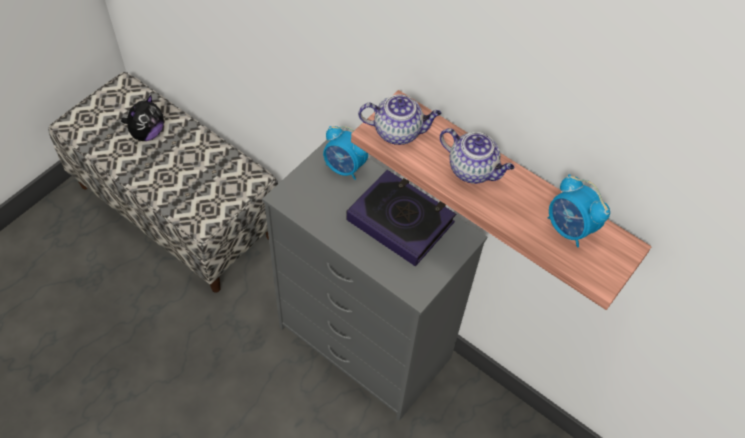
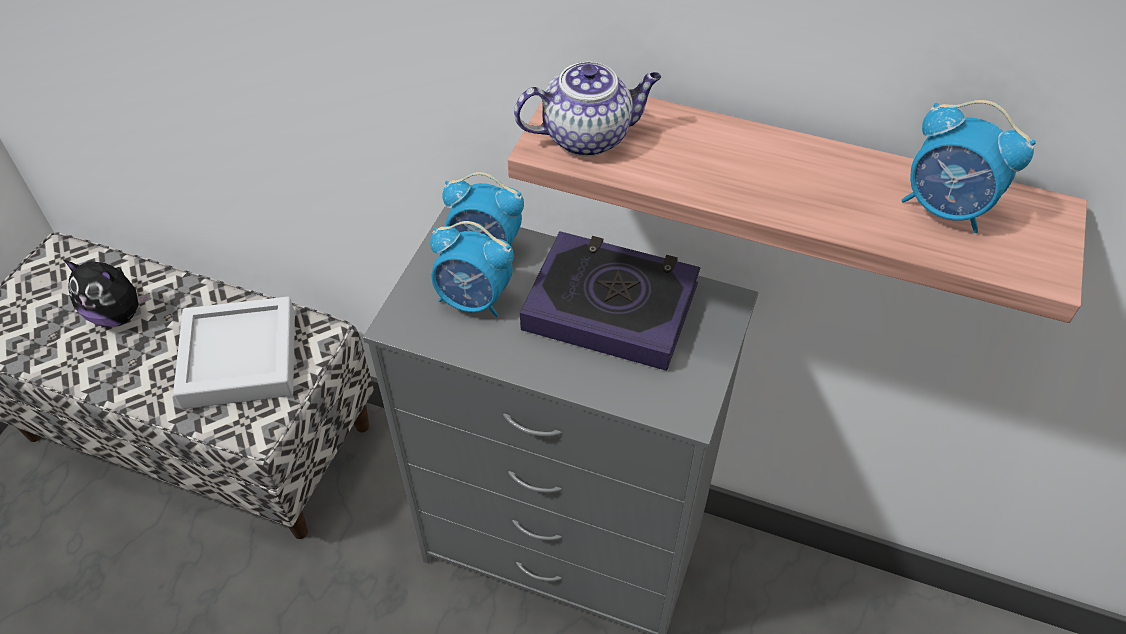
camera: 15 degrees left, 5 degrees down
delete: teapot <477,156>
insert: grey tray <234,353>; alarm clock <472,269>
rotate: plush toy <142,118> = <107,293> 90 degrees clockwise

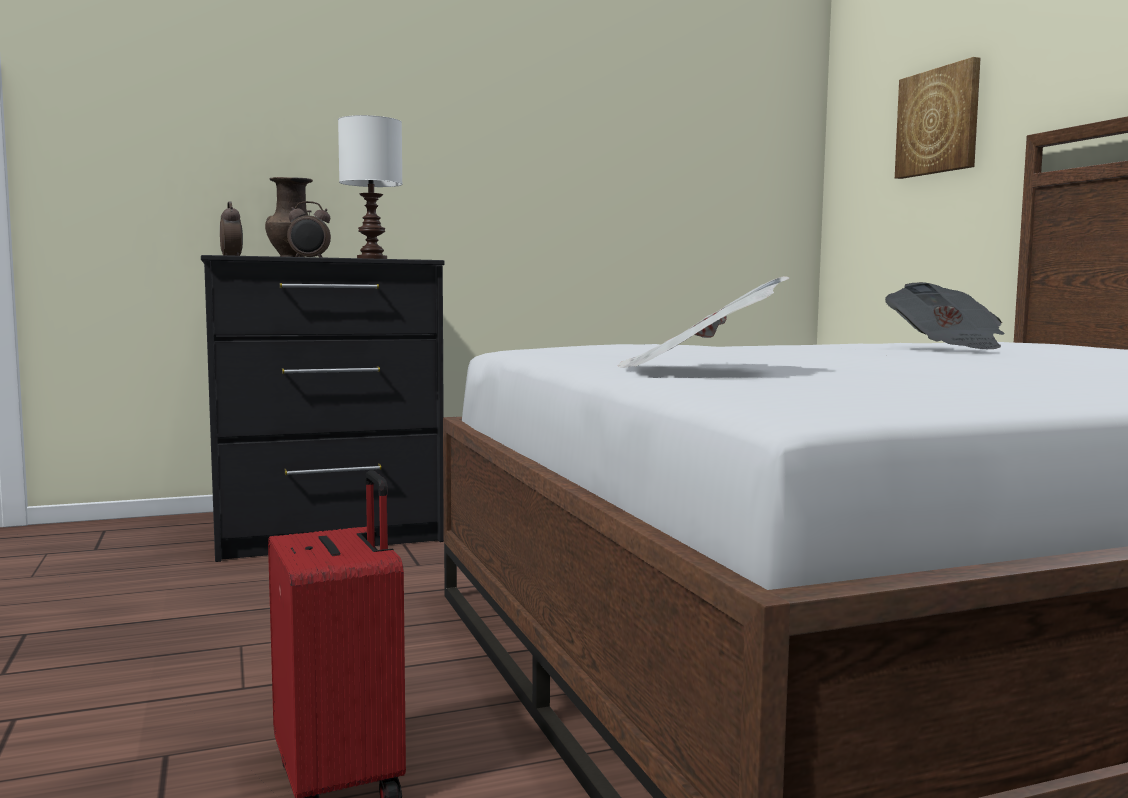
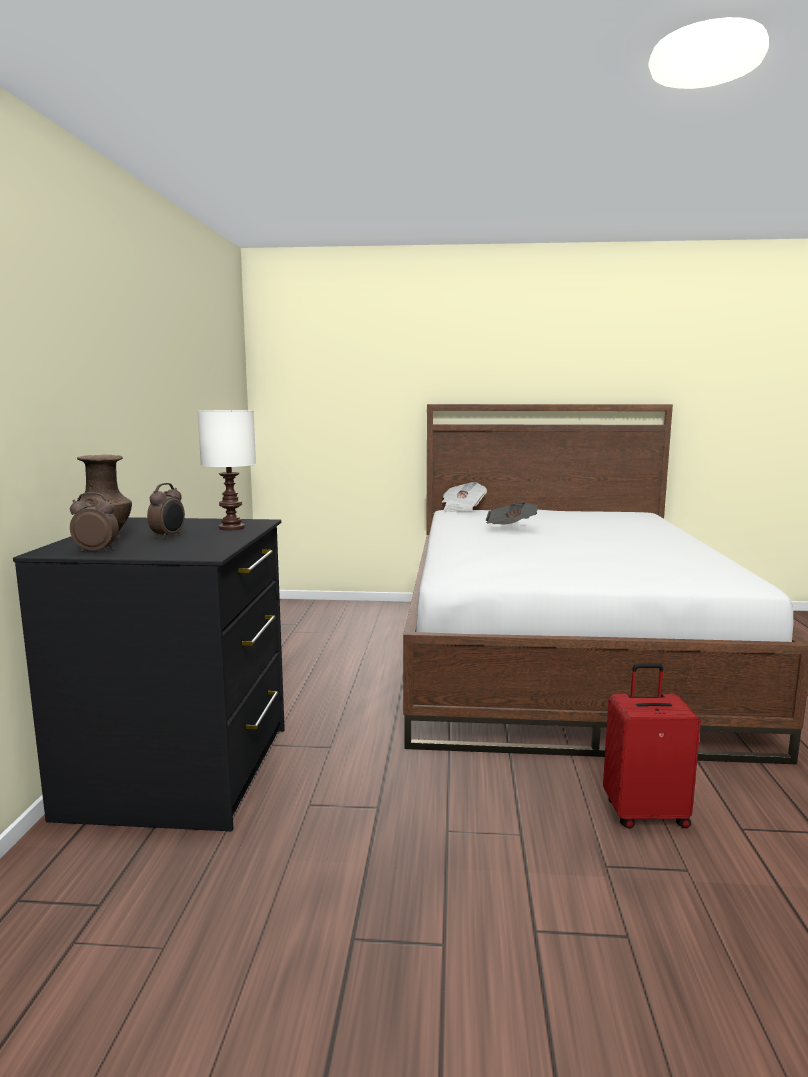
camera: 65 degrees left, 5 degrees up
delete: picture <938,118>
move: newspaper <703,322> to <464,497>

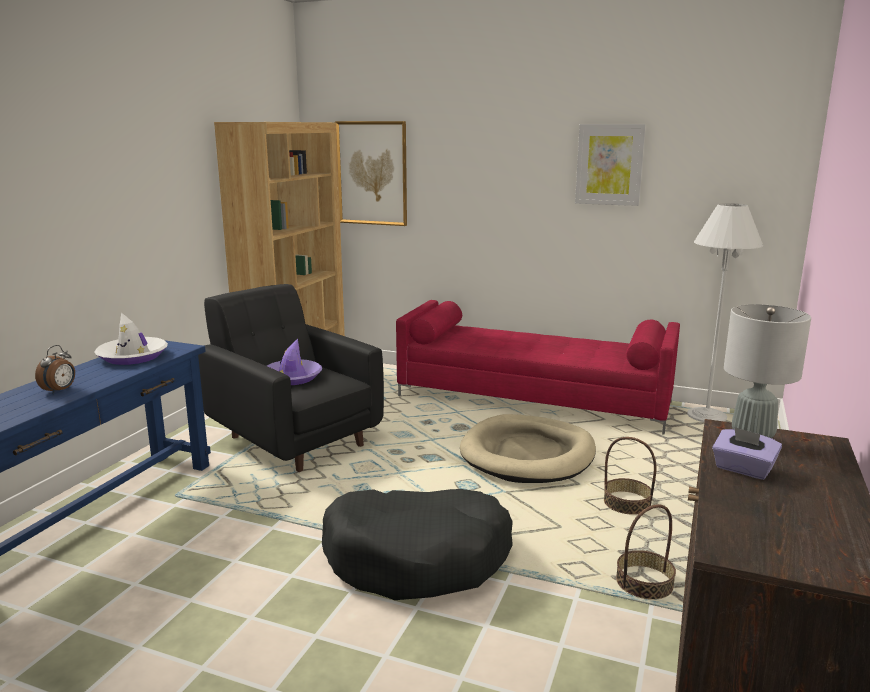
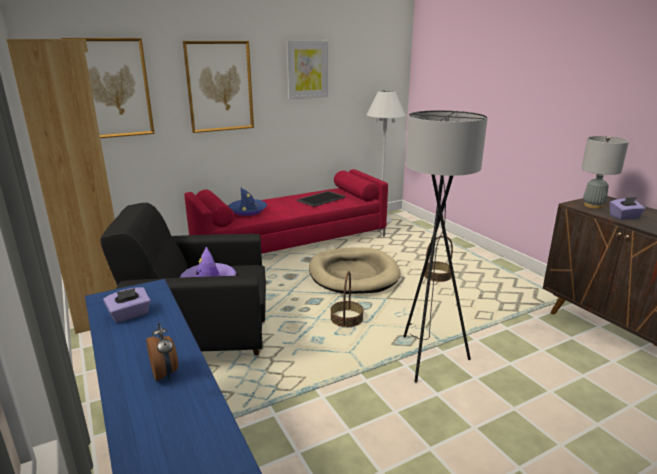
camera: 50 degrees left, 5 degrees up
insert: picture <218,87>; blue hat <247,202>; tray <321,199>
move: basket <646,552> to <347,299>
replace: white hat <131,339> to purple tissue box <127,305>; black dog bed <417,544> to grey floor lamp <445,246>

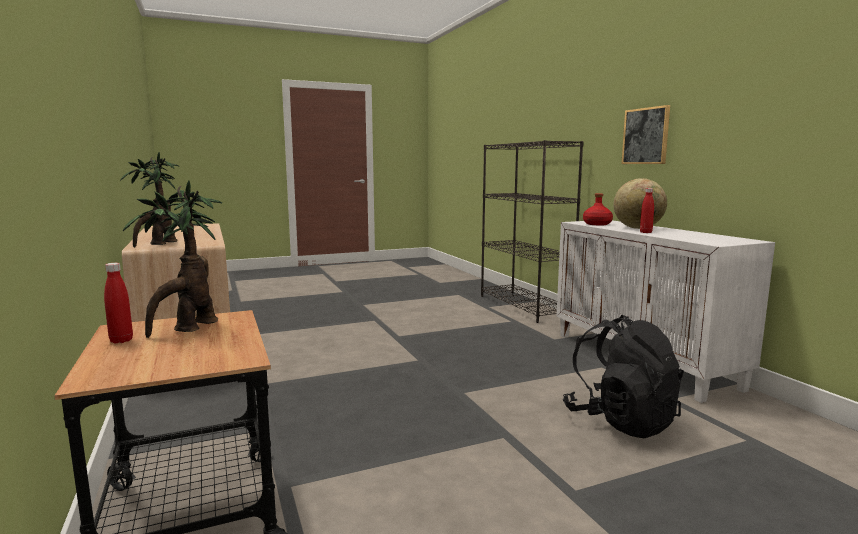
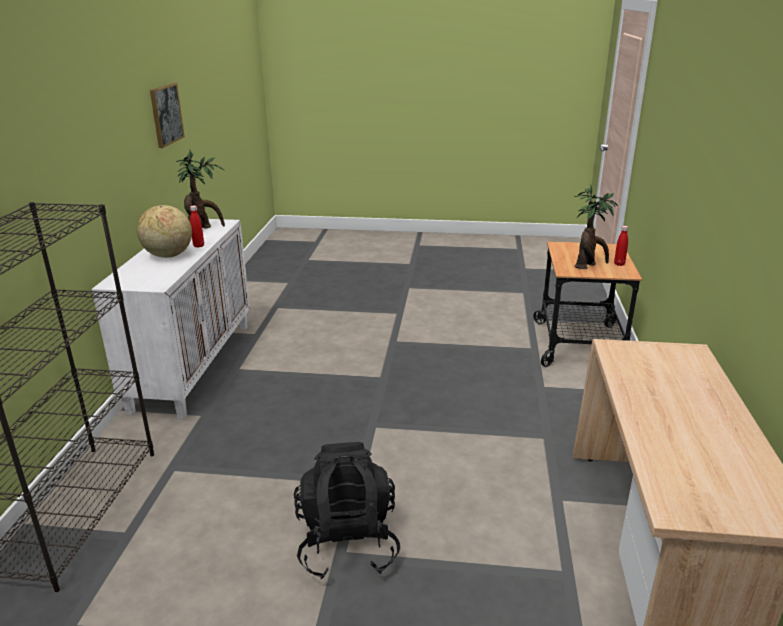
camera: 150 degrees left, 15 degrees up
delete: red bottle <598,209>
move: potted plant <150,199> to <200,189>; black backpack <623,376> to <347,510>; picture <645,134> to <167,115>

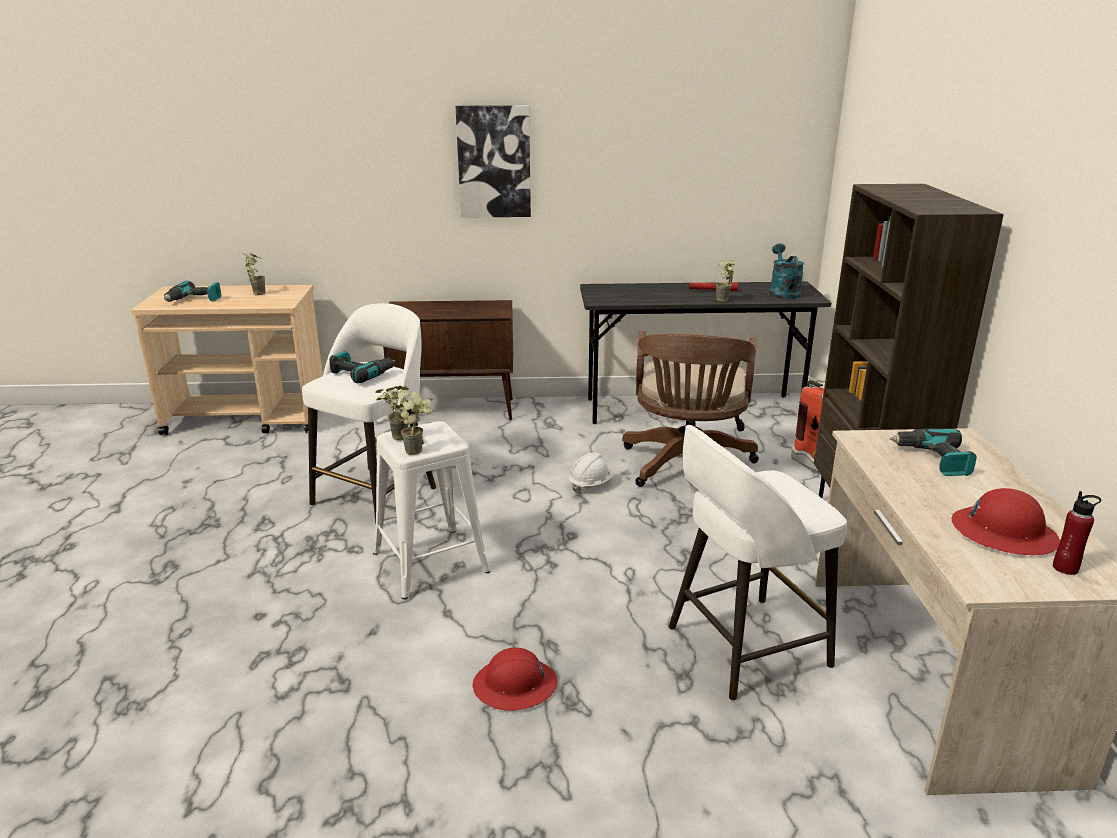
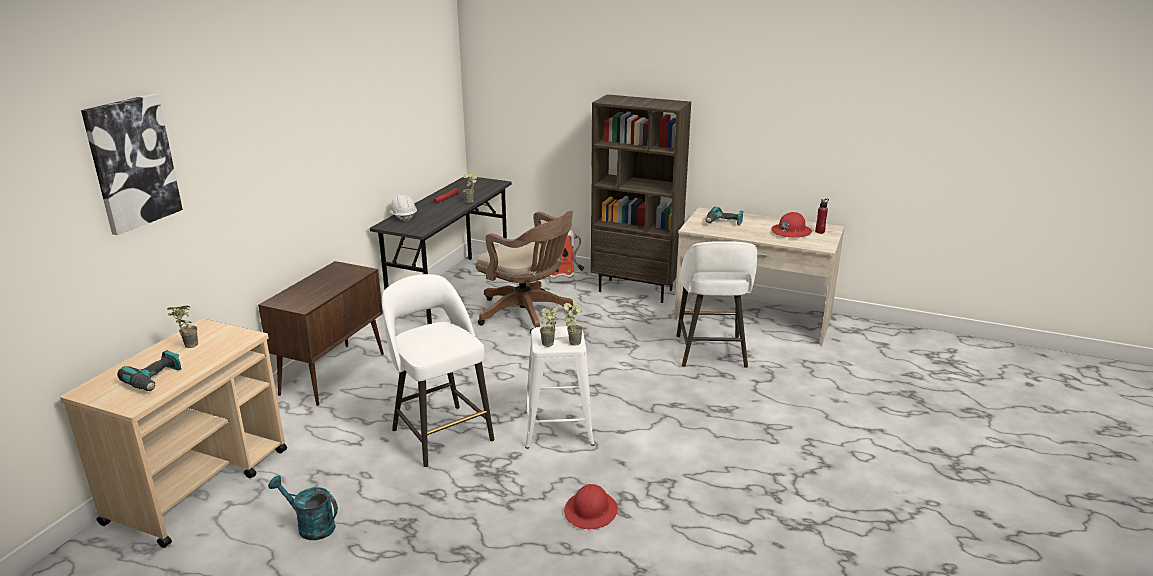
camera: 65 degrees left, 0 degrees up
delete: power drill <362,367>
move: picture <493,161> to <132,164>; red hard hat <514,679> to <591,506>; white hard hat <592,473> to <403,208>; turquoise watering can <787,271> to <303,507>

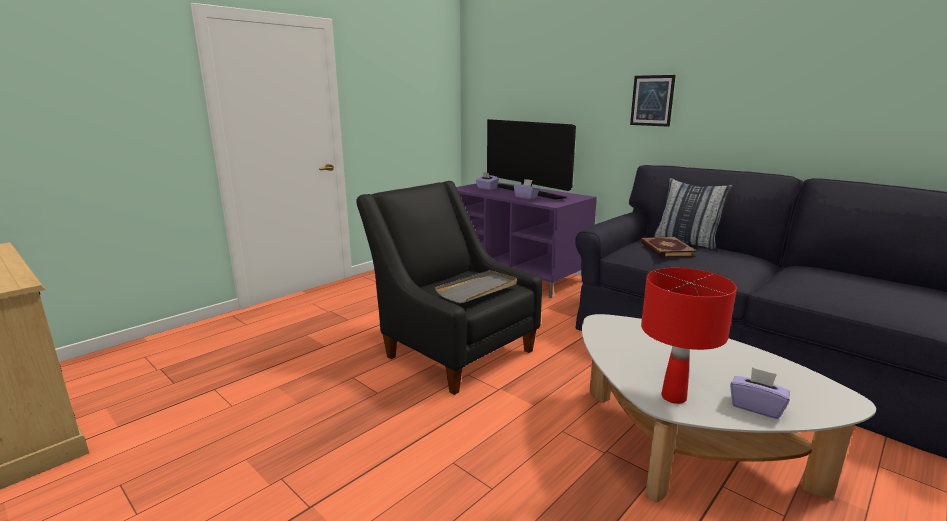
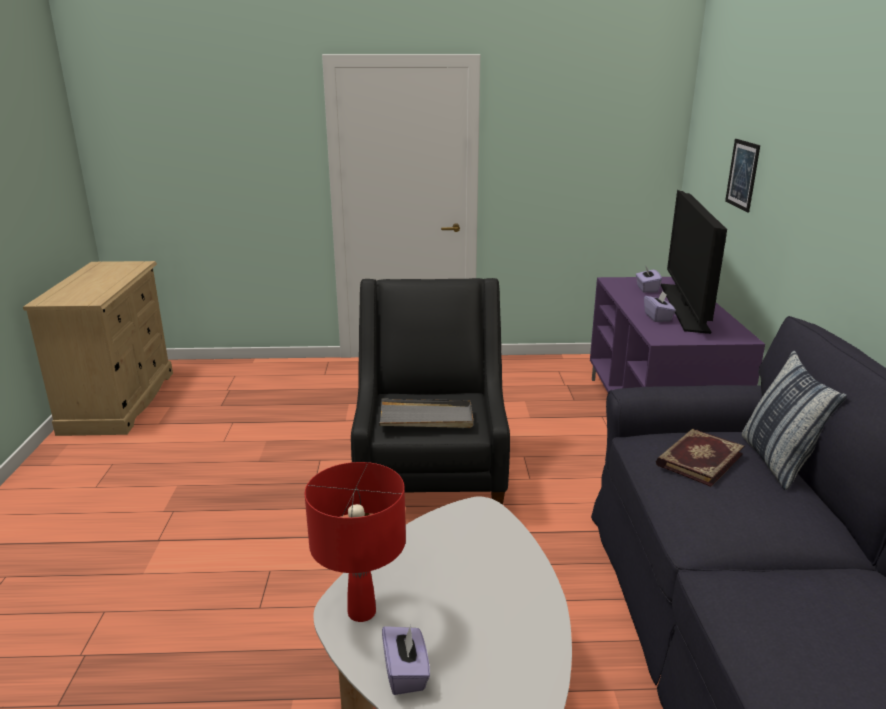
camera: 45 degrees right, 5 degrees up
move: picture <653,101> to <742,175>

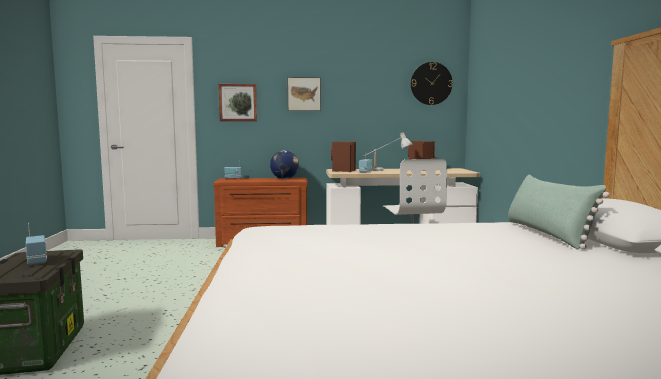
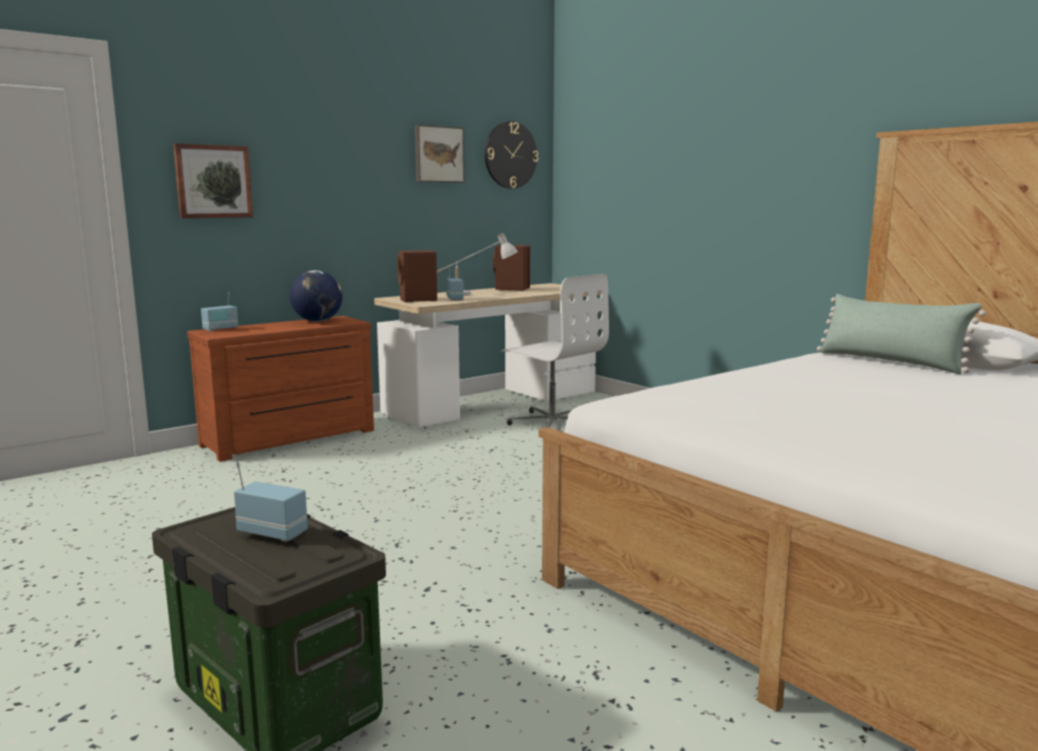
camera: 35 degrees left, 5 degrees up
move: picture <304,94> to <439,153>

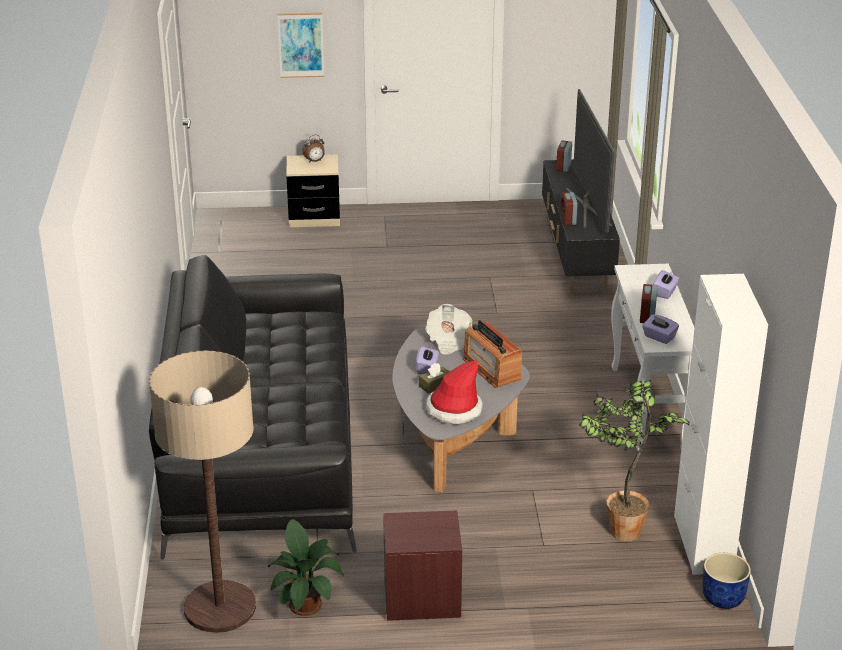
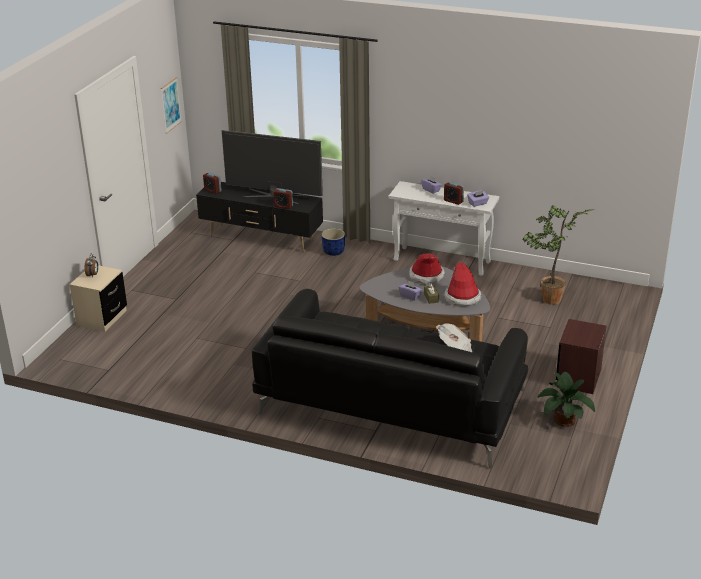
camera: 65 degrees left, 0 degrees up
delete: floor lamp <202,491>; white cabinet <721,424>
move: picture <300,45> to <171,105>; newspaper <448,329> to <454,337>; blue planter <727,581> to <333,242>
replace: radio <492,354> to hat <427,269>

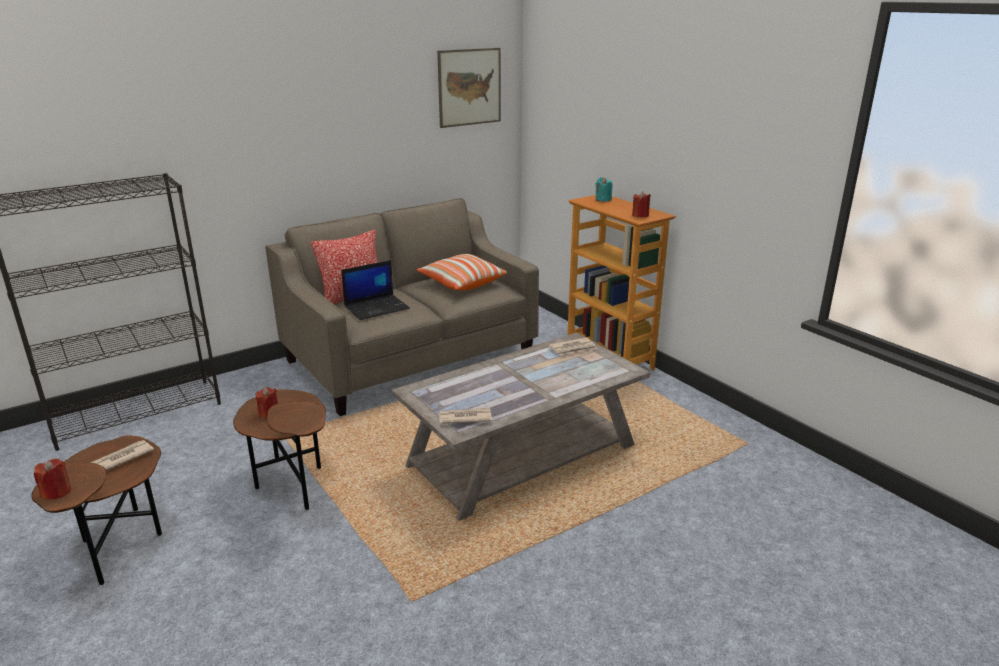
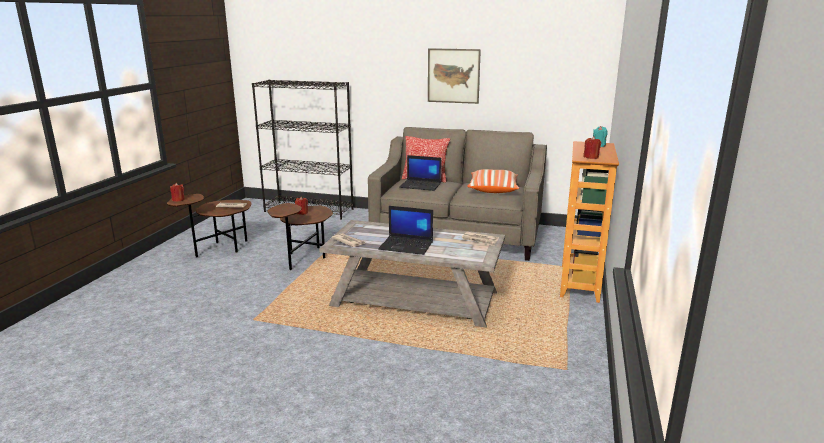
camera: 50 degrees right, 5 degrees down
insert: laptop <405,230>
move: picture <469,88> to <454,76>

